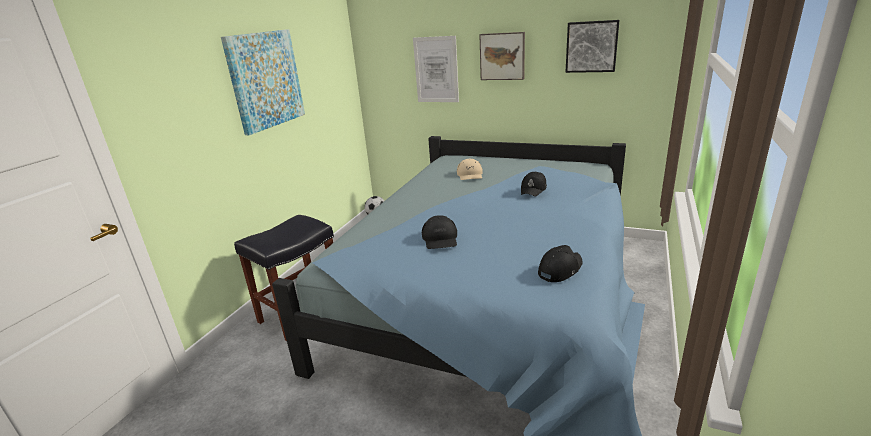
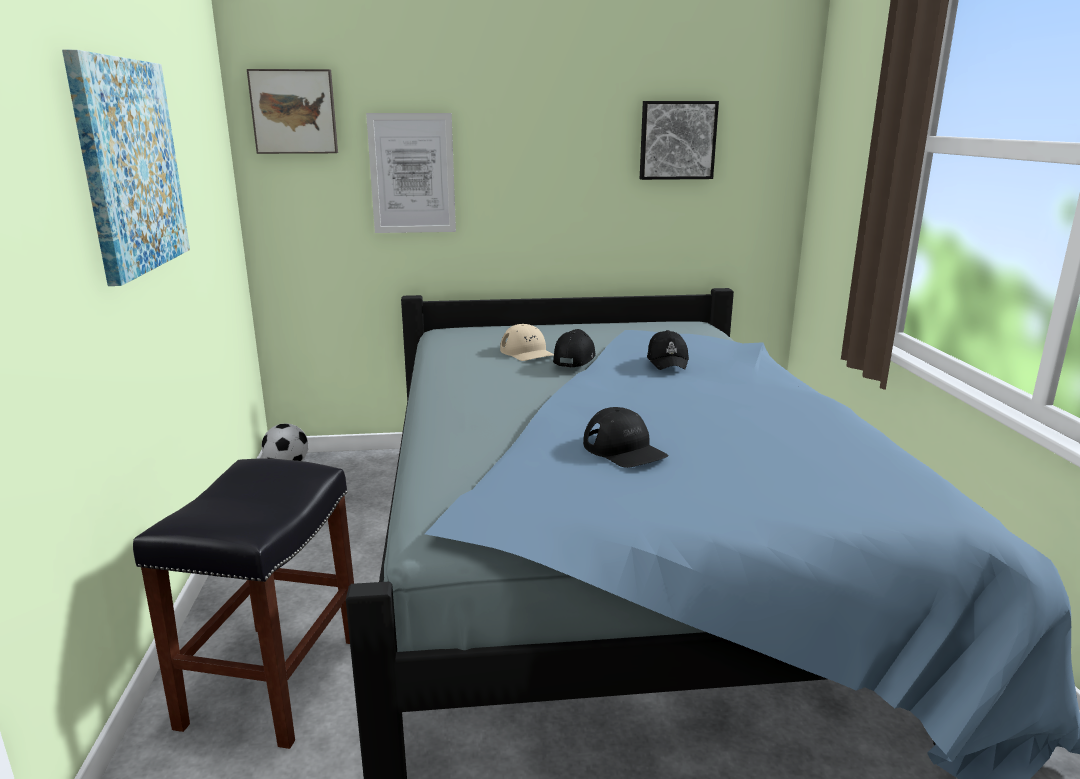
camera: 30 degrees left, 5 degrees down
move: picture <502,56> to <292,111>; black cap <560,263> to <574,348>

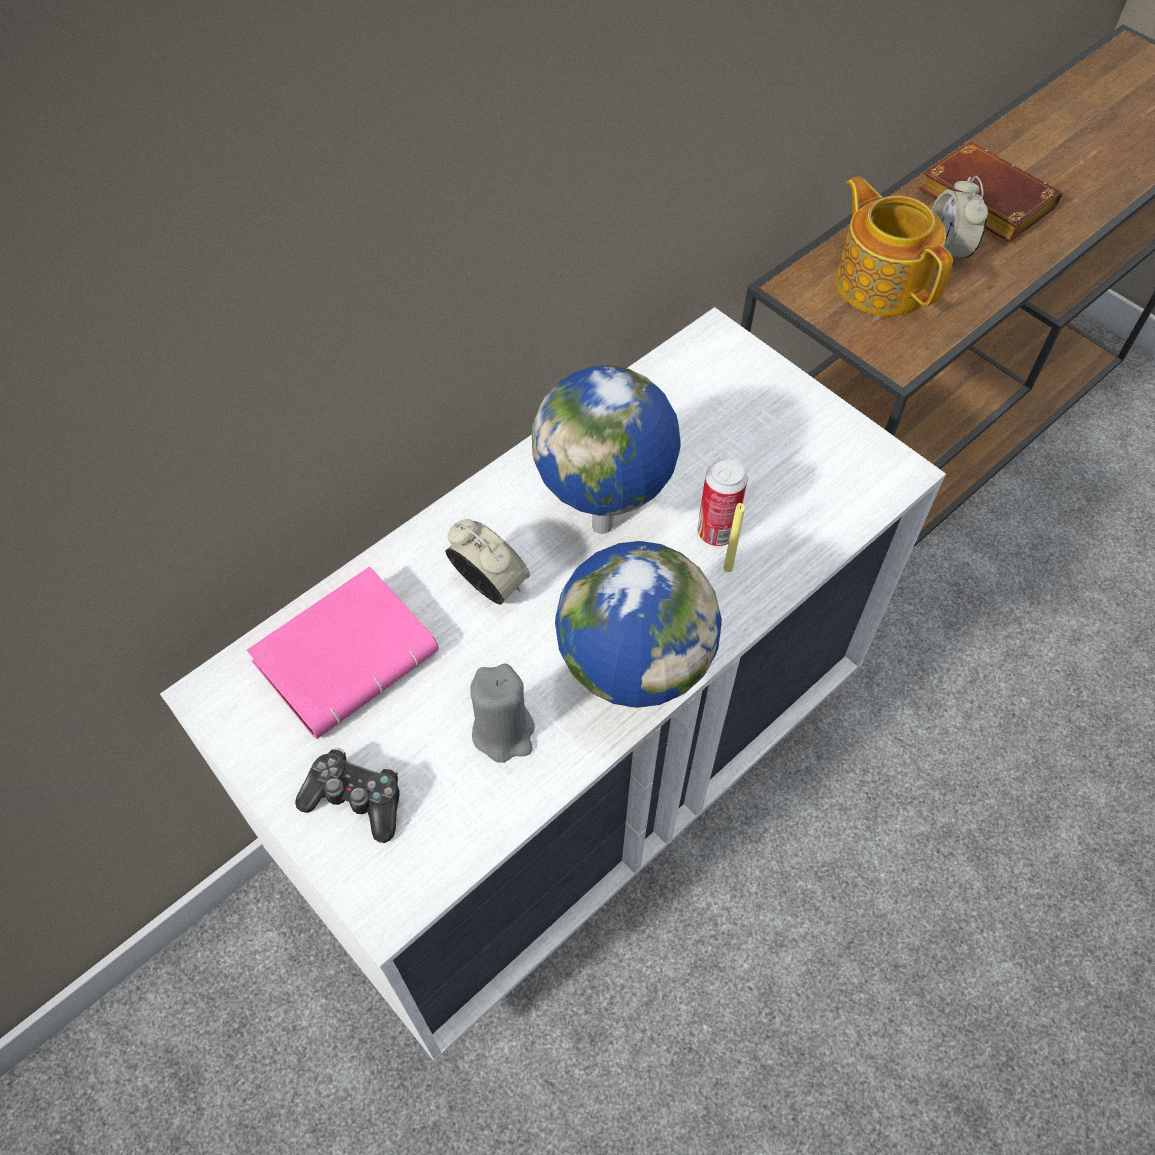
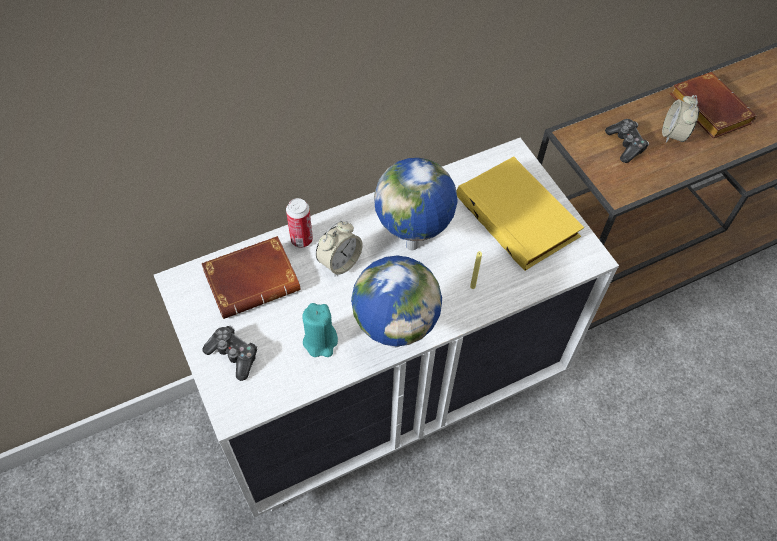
camera: 15 degrees right, 0 degrees up
insert: yellow book <520,213>
move: can <722,502> to <299,223>
replace: teapot <894,246> to game controller <627,141>
recolor: pink book <343,652> to brown book <251,277>; grey candle <502,713> to turquoise candle <320,330>
rotate: alarm clock <488,562> = <339,249> 75 degrees clockwise

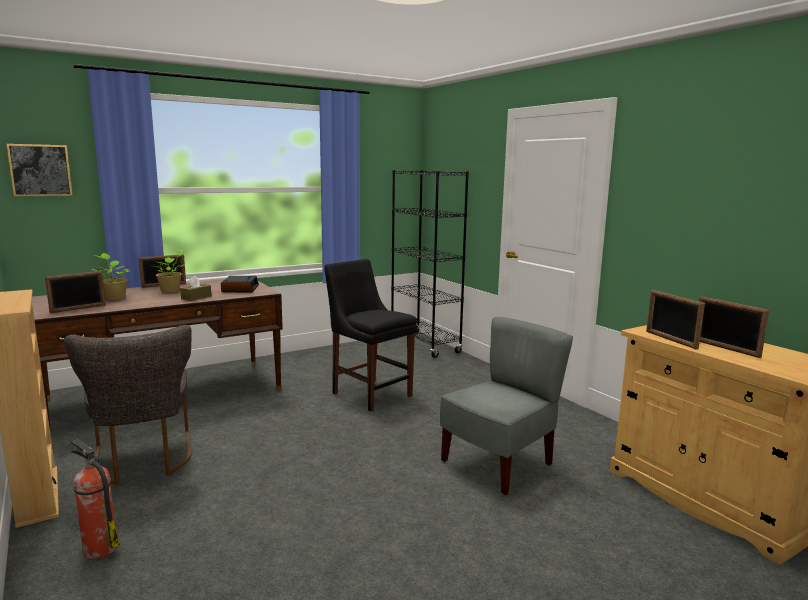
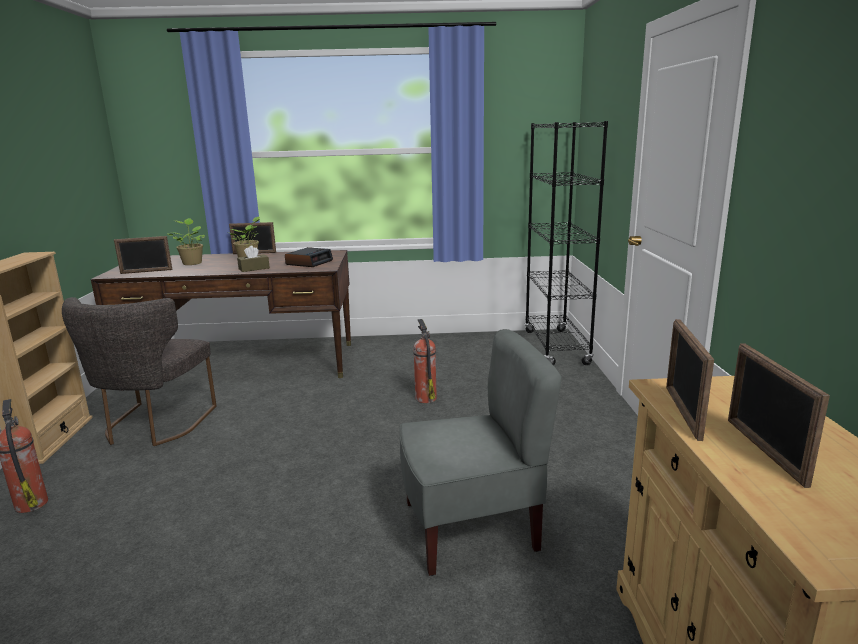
camera: 30 degrees right, 5 degrees up
delete: picture <39,170>
replace: black chair <370,335> to fire extinguisher <425,361>

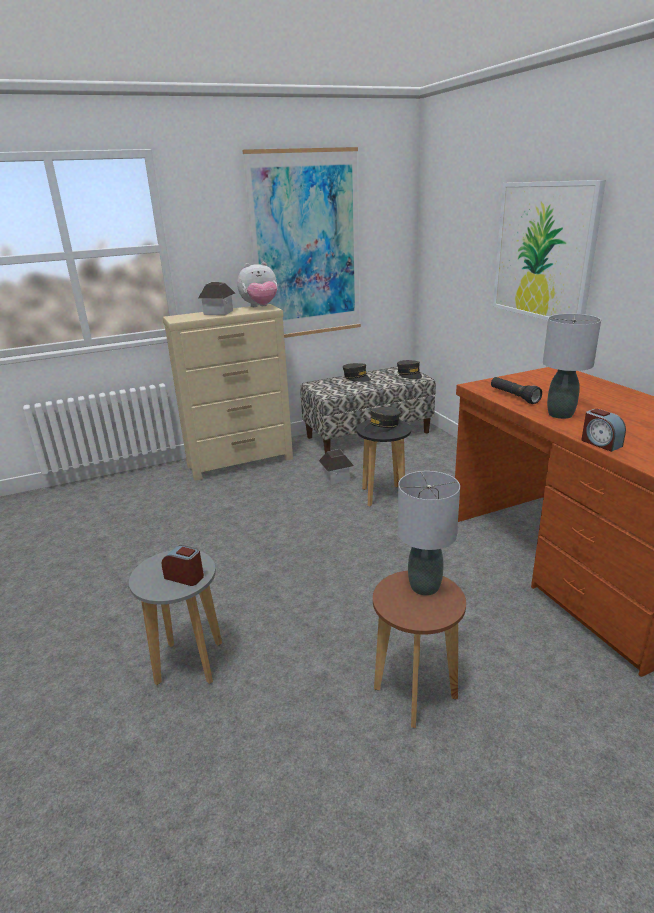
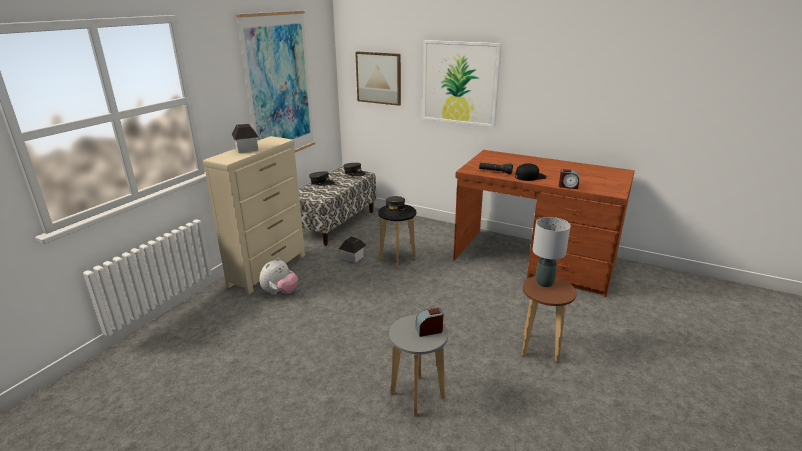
camera: 40 degrees left, 0 degrees up
insert: picture <378,78>
move: plush toy <257,284> to <278,276>
replace: grey table lamp <572,366> to black cap <530,172>

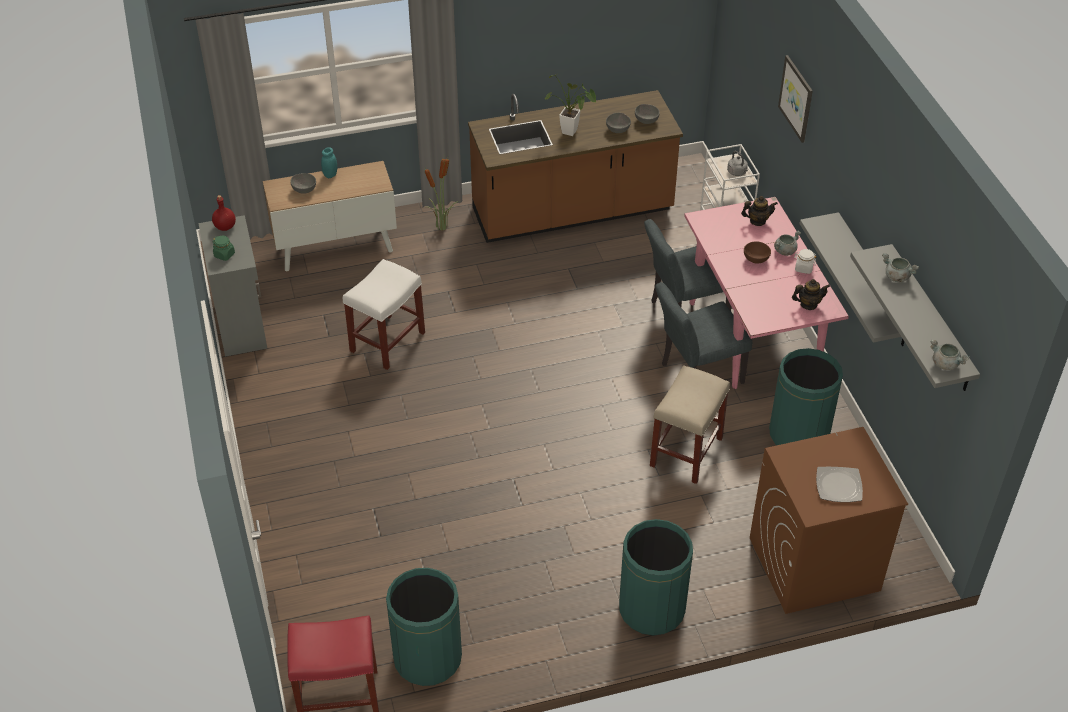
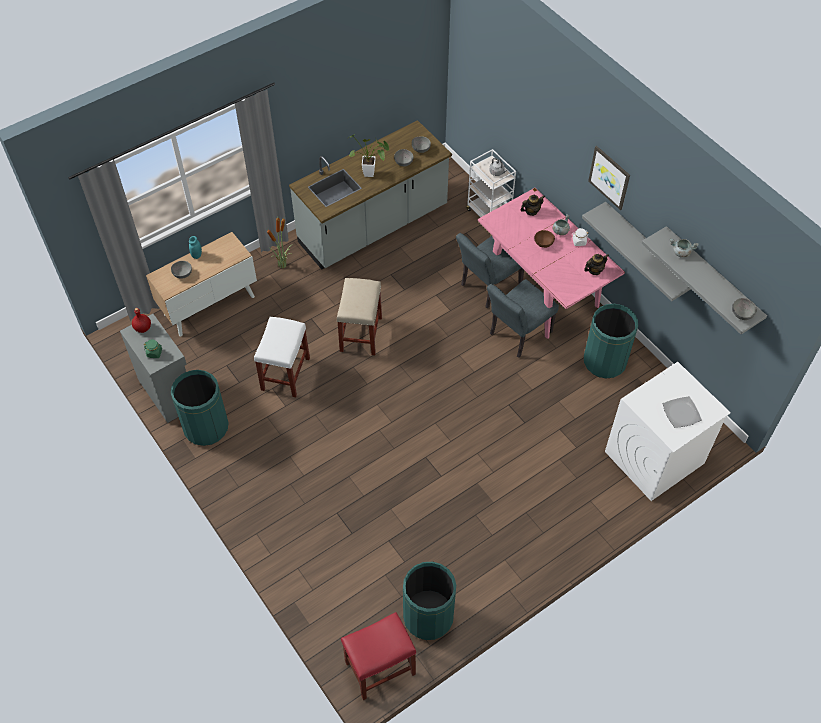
camera: 20 degrees left, 10 degrees up
move: green trash can <656,577> to <200,408>; beige stool <690,424> to <359,316>; picture <795,99> to <609,178>
replace: grey cooking pot <950,355> to grey bowl <744,309>
recolor: brown counter <575,166> to grey counter <370,194>; brown washing machine <829,520> to white washing machine <668,431>

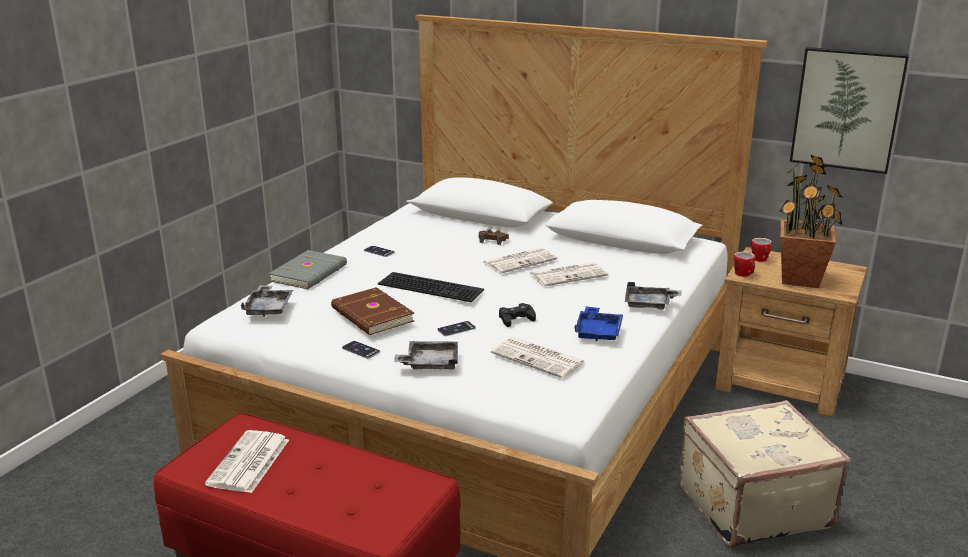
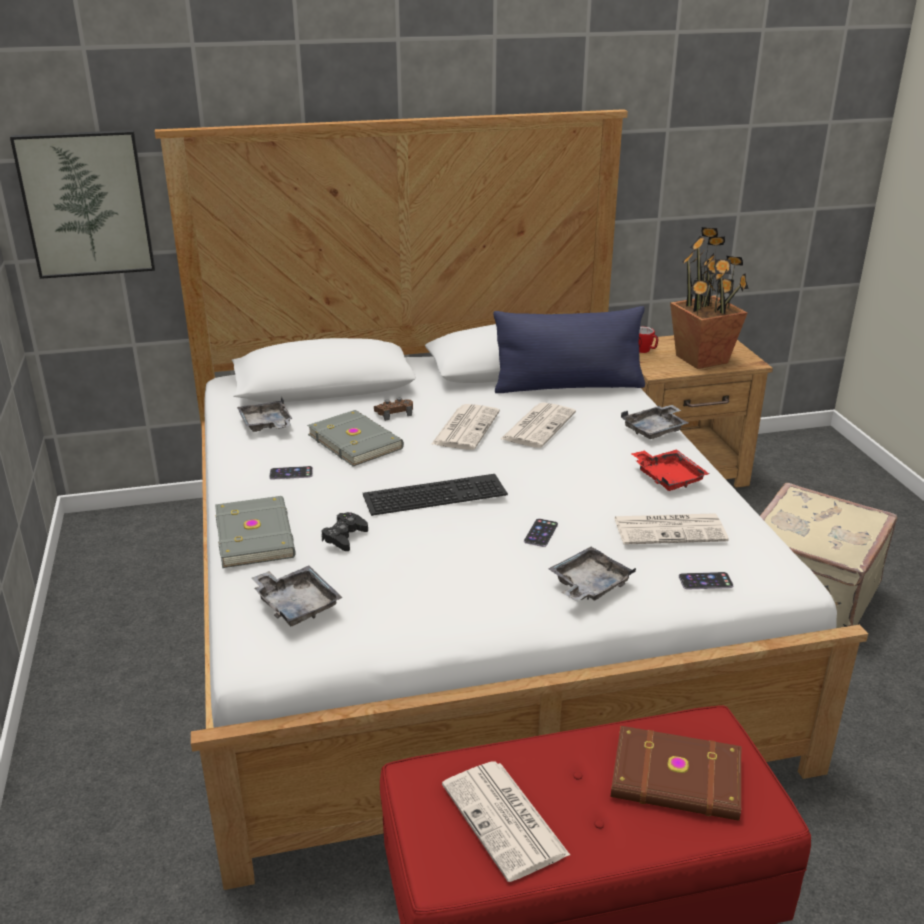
camera: 40 degrees left, 5 degrees up
delete: mug <744,264>
insert: grey tray <264,414>; grey book <355,438>; blue pillow <569,349>
move: brown book <372,311> to <676,773>; phone <361,350> to <706,581>; black game controller <517,315> to <344,531>; picture <849,110> to <82,204>
recolor: blue tray <598,323> to red tray <670,470>

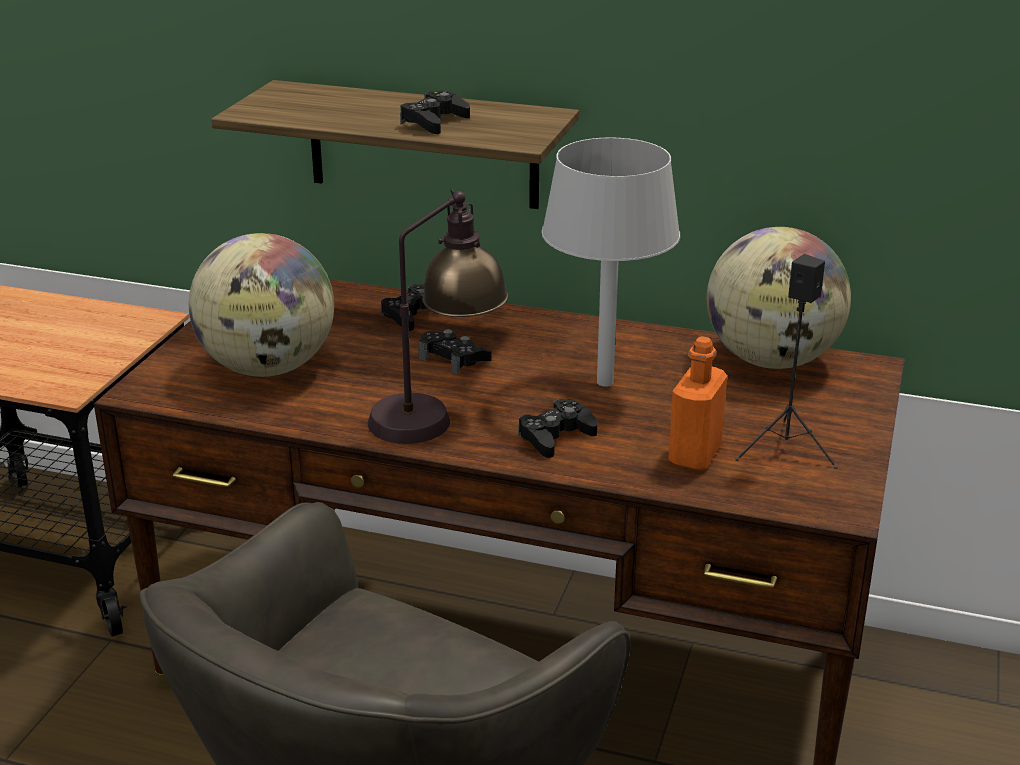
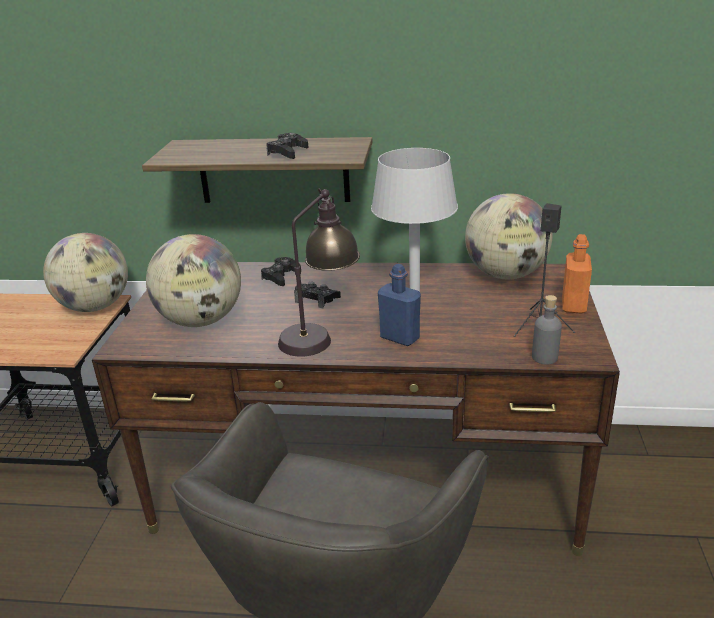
camera: 10 degrees left, 0 degrees up
insert: globe <85,272>; grey bottle <547,330>
move: orange bottle <697,403> to <577,273>
replace: black game controller <558,428> to blue bottle <399,305>

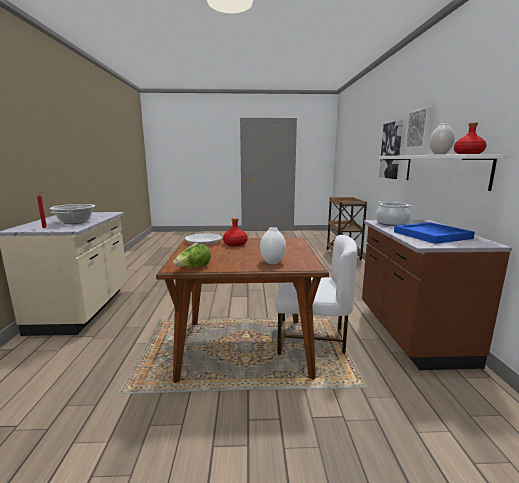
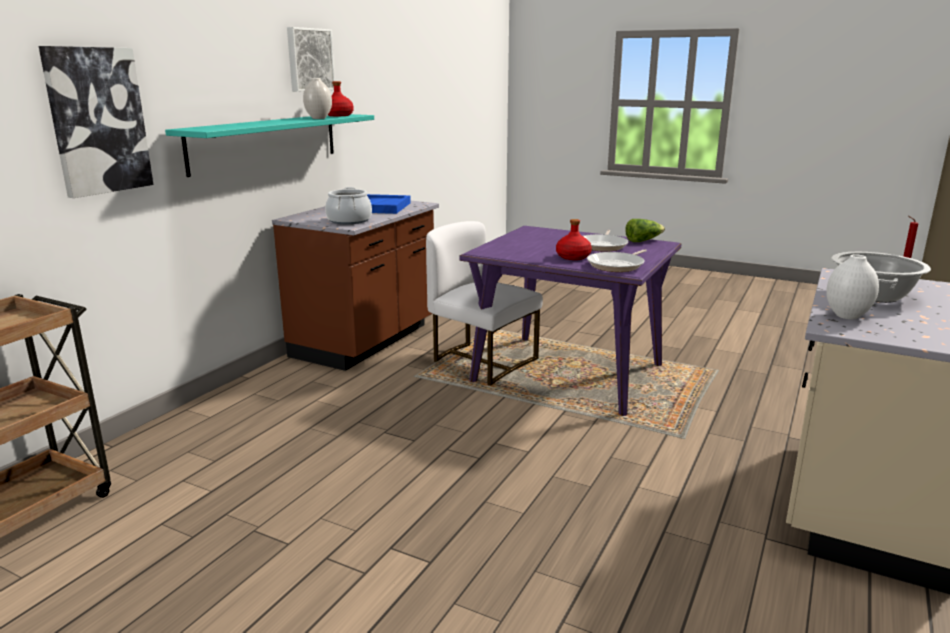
camera: 150 degrees left, 5 degrees up
insert: frying pan <605,241>
move: white vase <273,245> to <852,286>; picture <418,128> to <311,59>
recolor: brown dining table <242,310> to purple dining table <570,321>; white shelf <444,172> to turquoise shelf <269,145>

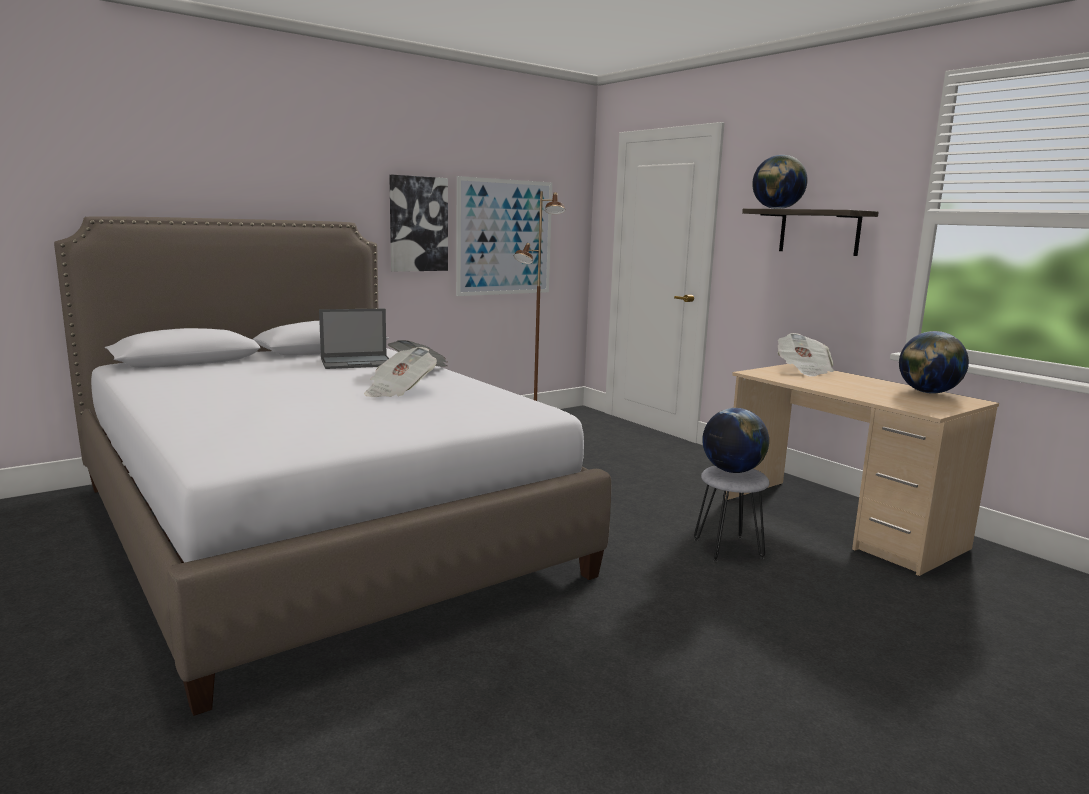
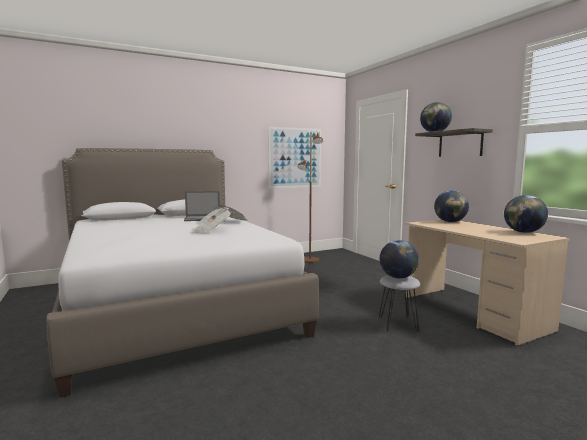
camera: 10 degrees right, 5 degrees down
delete: picture <418,223>
replace: newspaper <806,355> to globe <451,206>

